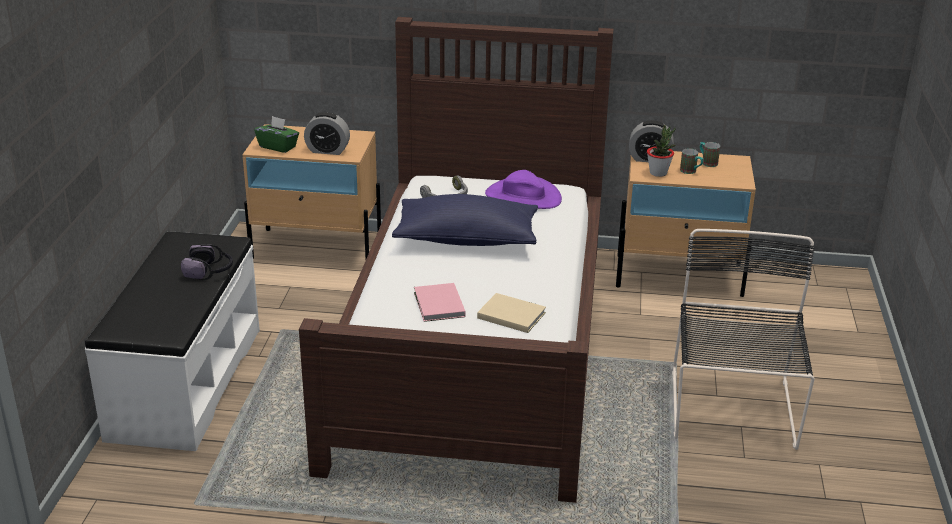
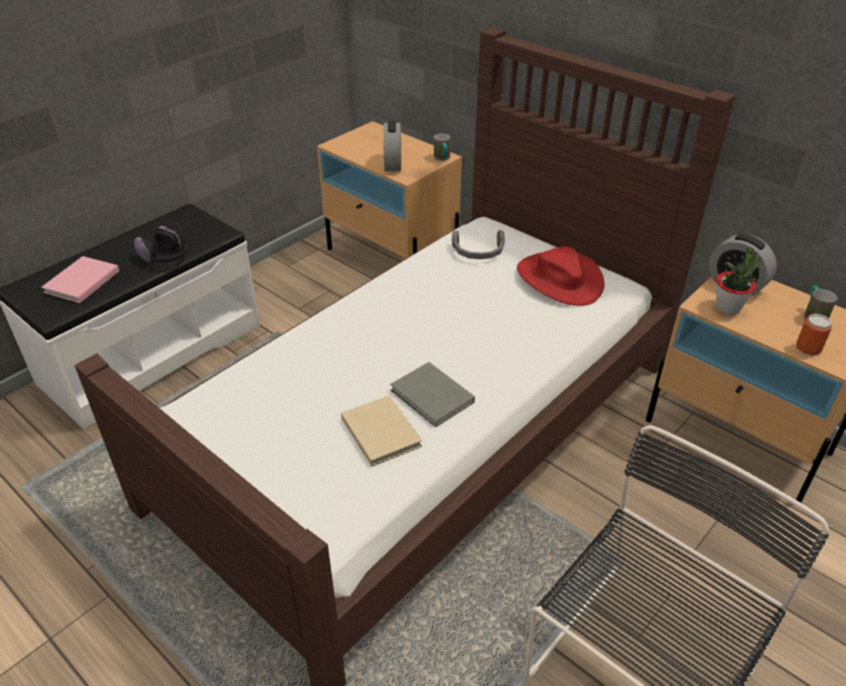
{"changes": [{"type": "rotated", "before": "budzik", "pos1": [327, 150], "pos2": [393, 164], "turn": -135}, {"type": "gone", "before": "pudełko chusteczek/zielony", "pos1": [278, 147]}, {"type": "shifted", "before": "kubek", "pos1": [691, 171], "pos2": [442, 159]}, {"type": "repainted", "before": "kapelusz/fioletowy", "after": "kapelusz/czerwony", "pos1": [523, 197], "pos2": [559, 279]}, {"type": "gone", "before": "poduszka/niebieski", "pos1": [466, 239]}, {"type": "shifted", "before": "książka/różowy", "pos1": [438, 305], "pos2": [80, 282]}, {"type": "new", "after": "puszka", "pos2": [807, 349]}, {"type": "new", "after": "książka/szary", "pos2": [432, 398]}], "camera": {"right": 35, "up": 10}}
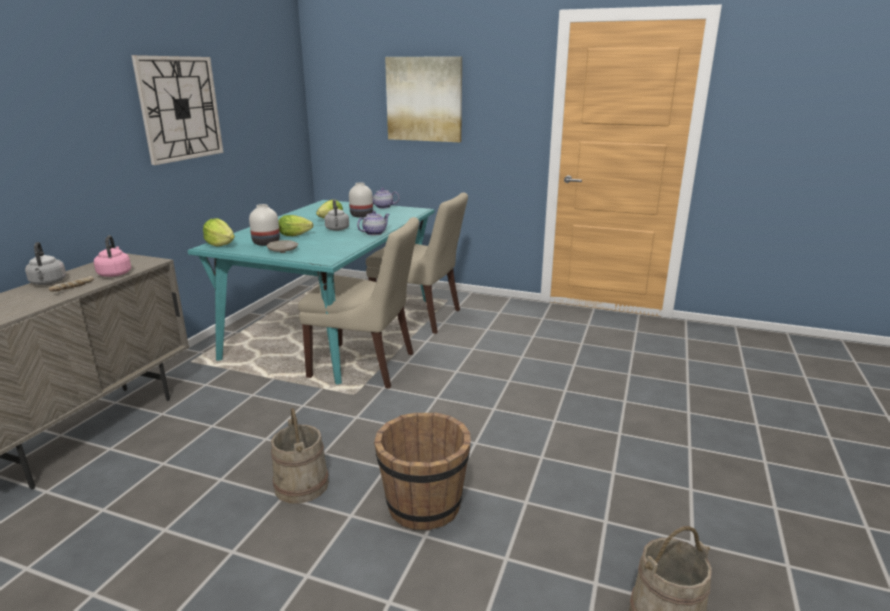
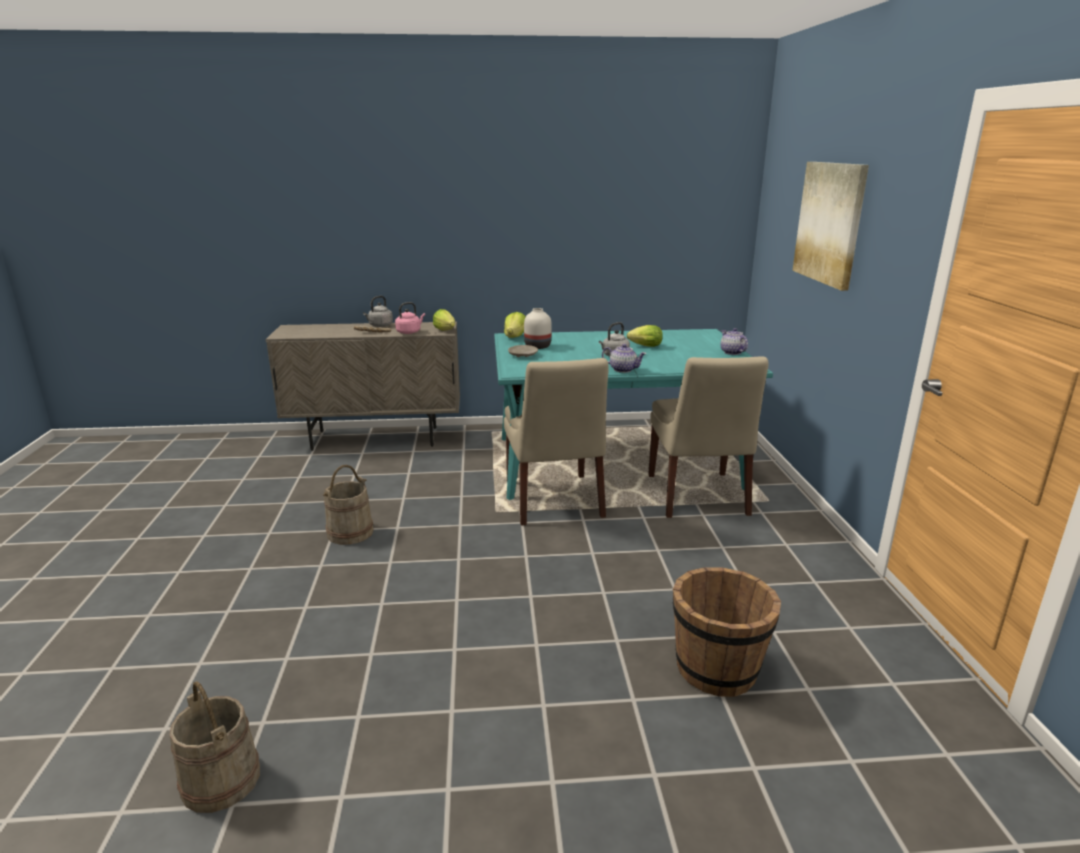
{"changes": [{"type": "gone", "before": "zegar ścienny", "pos1": [180, 108]}, {"type": "gone", "before": "wazon/biały", "pos1": [361, 215]}, {"type": "shifted", "before": "sałata", "pos1": [296, 235], "pos2": [446, 331]}, {"type": "shifted", "before": "wiadro/brązowy", "pos1": [423, 505], "pos2": [717, 669]}], "camera": {"right": 65, "up": 0}}
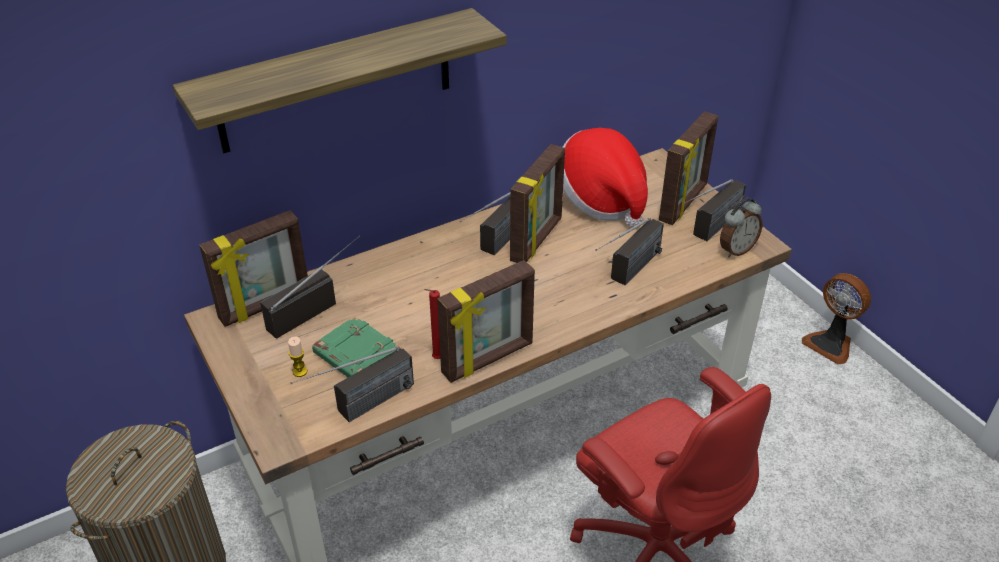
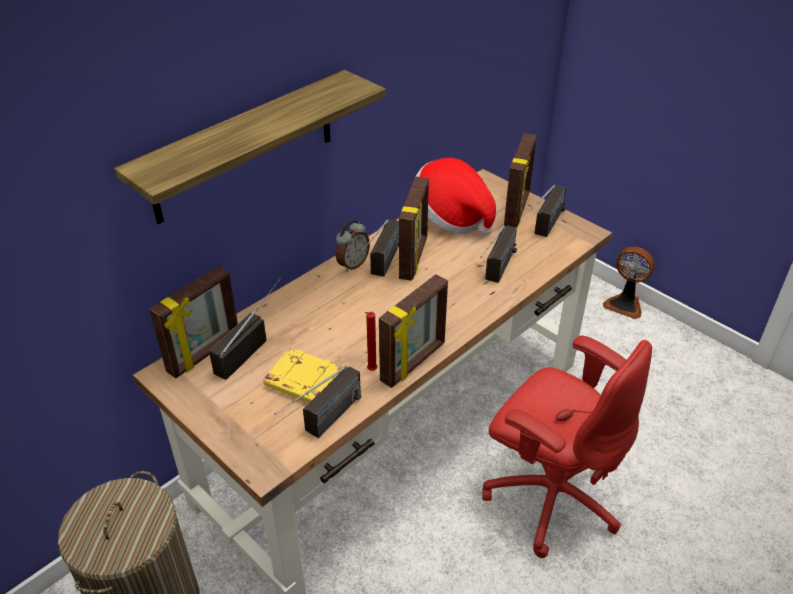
{"changes": [{"type": "shifted", "before": "budzik", "pos1": [736, 250], "pos2": [352, 264]}, {"type": "repainted", "before": "książka/zielony", "after": "książka/żółty", "pos1": [356, 356], "pos2": [302, 381]}, {"type": "gone", "before": "świeca", "pos1": [300, 371]}], "camera": {"right": -15, "up": 0}}
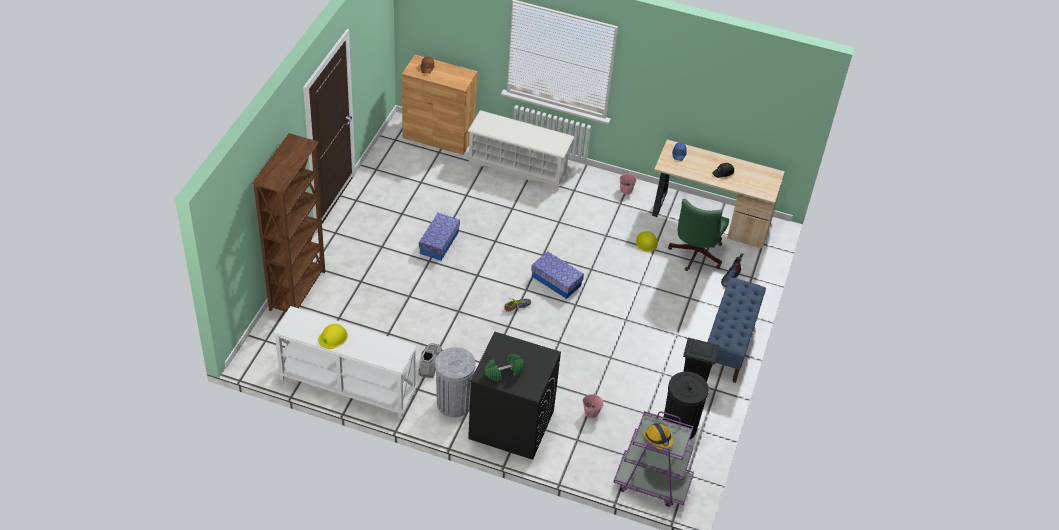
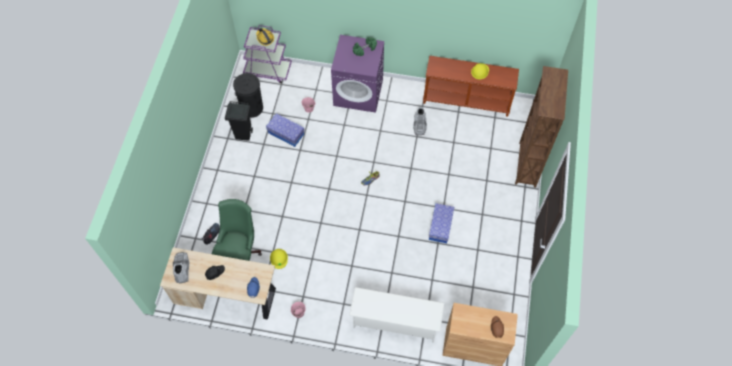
{"changes": [{"type": "shifted", "before": "pojemnik do przechowywania", "pos1": [556, 281], "pos2": [286, 133]}, {"type": "gone", "before": "ławka/niebieski", "pos1": [729, 343]}, {"type": "repainted", "before": "stolik konsolowy/biały", "after": "stolik konsolowy/brązowy", "pos1": [347, 387], "pos2": [467, 100]}, {"type": "repainted", "before": "pralka/czarny", "after": "pralka/fioletowy", "pos1": [510, 424], "pos2": [358, 92]}, {"type": "gone", "before": "kosz na śmieci/szary", "pos1": [454, 403]}, {"type": "new", "after": "but z cholewką/szary", "pos2": [182, 268]}], "camera": {"right": 175, "up": 15}}
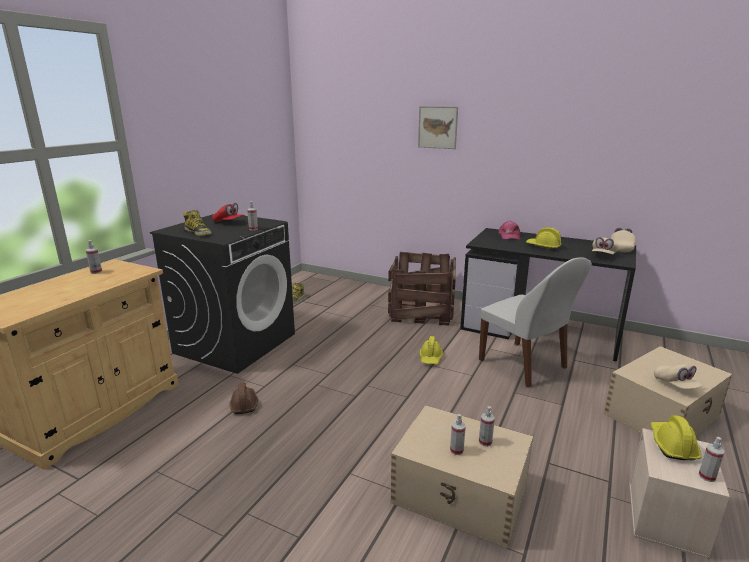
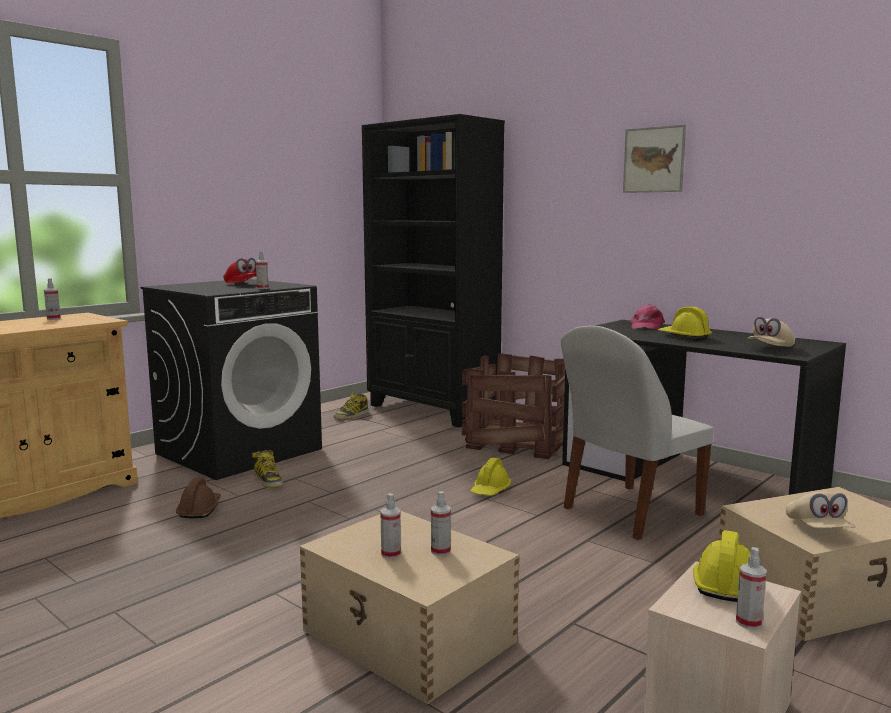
{"changes": [{"type": "shifted", "before": "obraz", "pos1": [437, 127], "pos2": [654, 160]}, {"type": "shifted", "before": "but z cholewką", "pos1": [198, 232], "pos2": [268, 481]}, {"type": "gone", "before": "czapka z daszkiem/beżowy", "pos1": [621, 248]}, {"type": "rotated", "before": "krzesło/biały", "pos1": [524, 365], "pos2": [629, 512], "turn": 75}, {"type": "new", "after": "regał/czarny", "pos2": [432, 410]}], "camera": {"right": 15, "up": -10}}
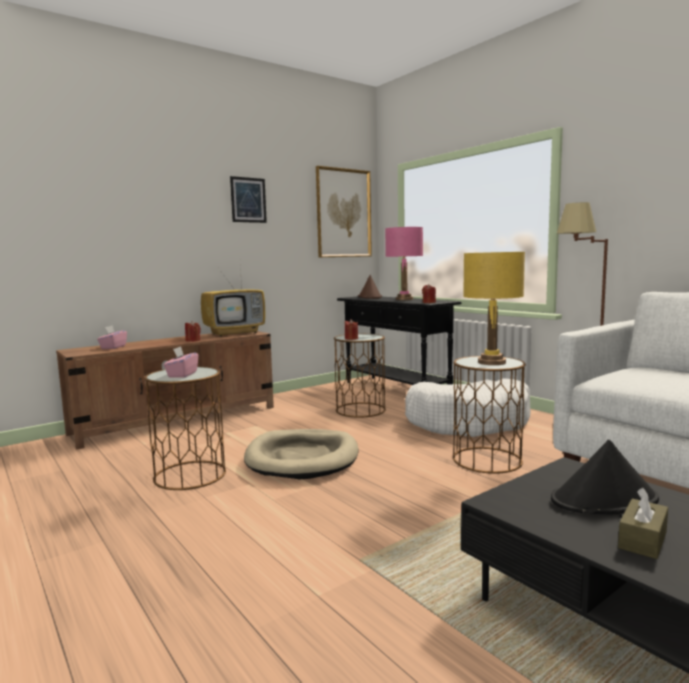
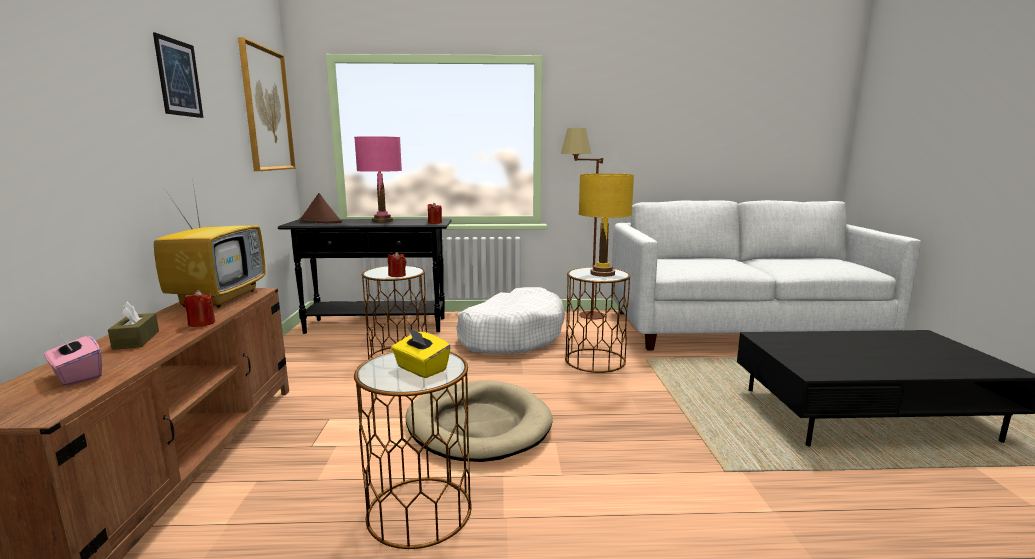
{"changes": [{"type": "repainted", "before": "pudełko chusteczek/różowy", "after": "pudełko chusteczek/żółty", "pos1": [182, 374], "pos2": [421, 369]}, {"type": "gone", "before": "kapelusz/czarny", "pos1": [604, 500]}, {"type": "shifted", "before": "pudełko chusteczek/brązowy", "pos1": [642, 539], "pos2": [136, 340]}], "camera": {"right": -55, "up": 5}}
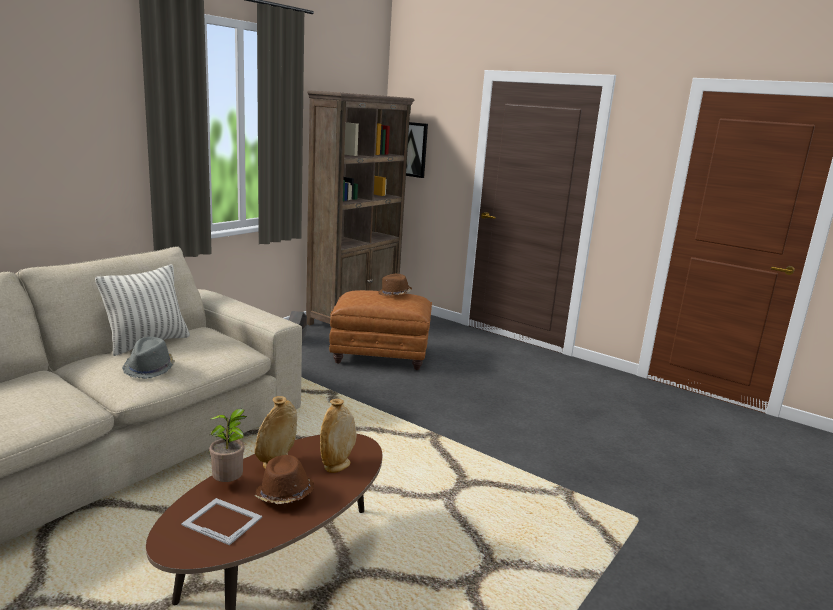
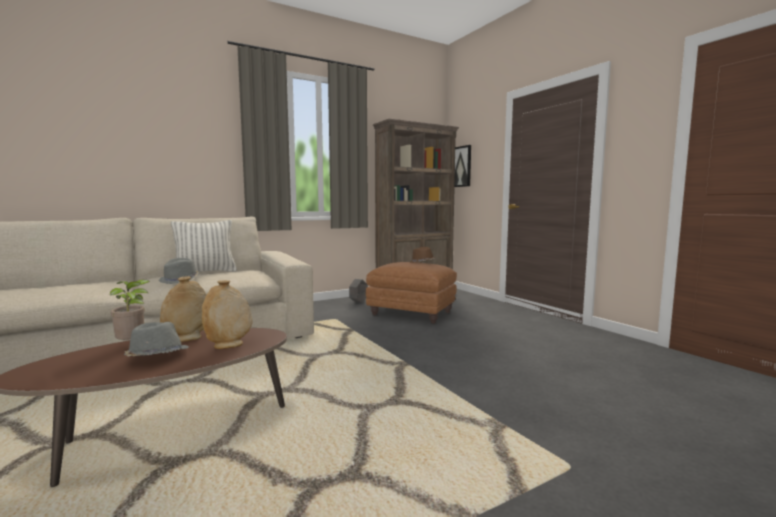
{"changes": [{"type": "repainted", "before": "kapelusz/brązowy", "after": "kapelusz/szary", "pos1": [284, 495], "pos2": [156, 356]}, {"type": "gone", "before": "ramka na zdjęcie", "pos1": [222, 520]}], "camera": {"right": 25, "up": -10}}
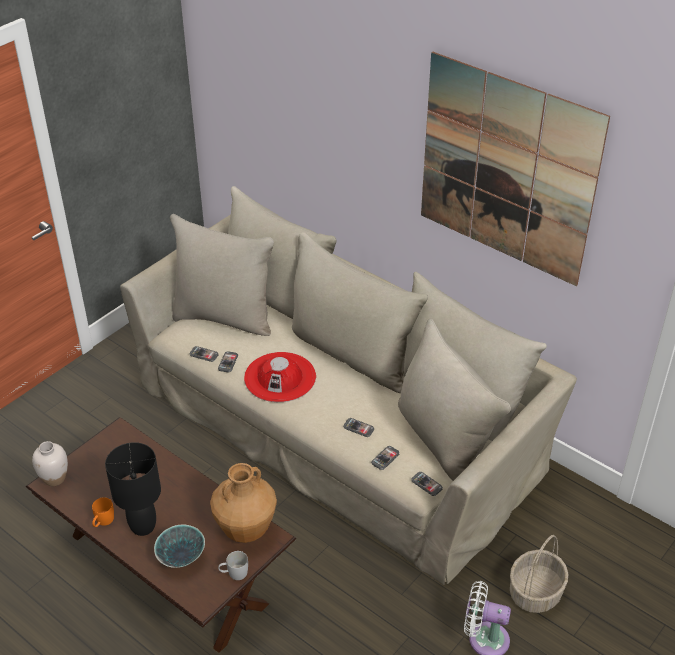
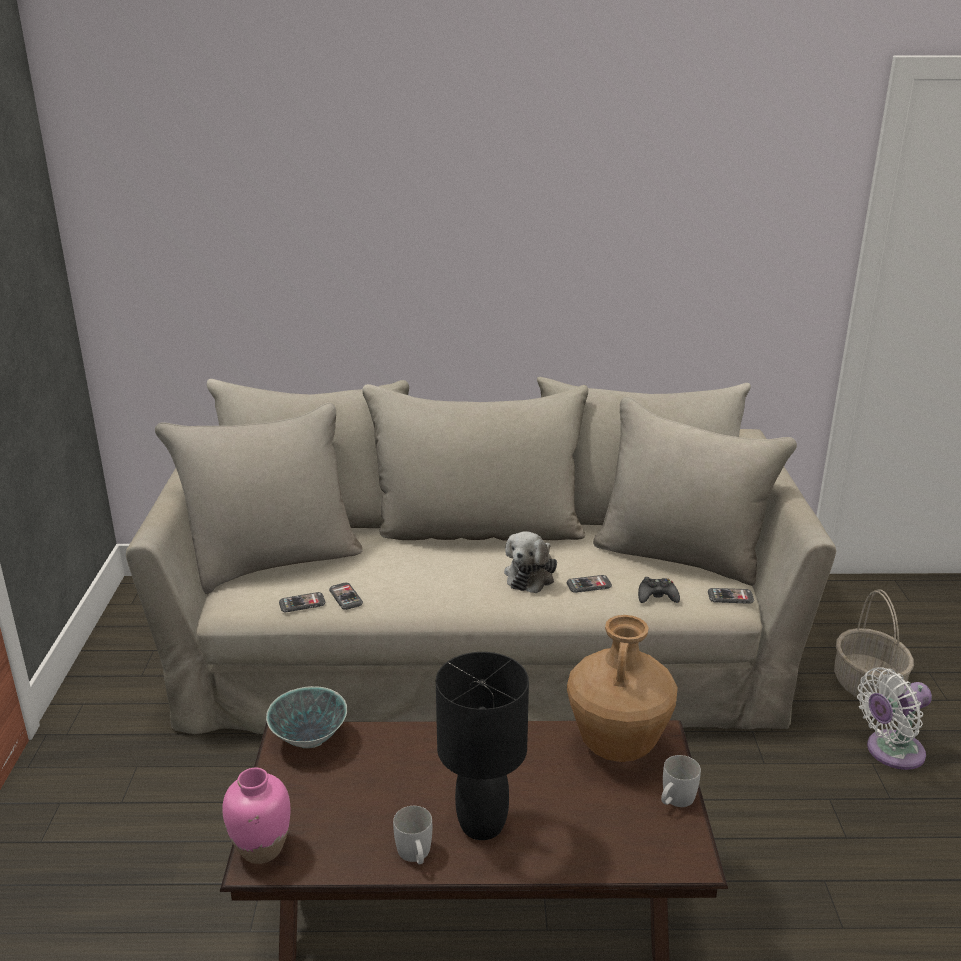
{"changes": [{"type": "gone", "before": "obraz", "pos1": [507, 169]}, {"type": "gone", "before": "kapelusz/czerwony", "pos1": [280, 377]}, {"type": "repainted", "before": "wazon/biały", "after": "wazon/różowy", "pos1": [55, 478], "pos2": [262, 848]}, {"type": "swapped", "before": "telefon", "after": "pad do gier/czarny", "pos1": [385, 458], "pos2": [657, 596]}, {"type": "repainted", "before": "kubek/pomarańczowy", "after": "kubek/biały", "pos1": [103, 522], "pos2": [415, 855]}, {"type": "shifted", "before": "miska", "pos1": [182, 558], "pos2": [309, 739]}, {"type": "new", "after": "pluszak", "pos2": [531, 575]}], "camera": {"right": -40, "up": -15}}
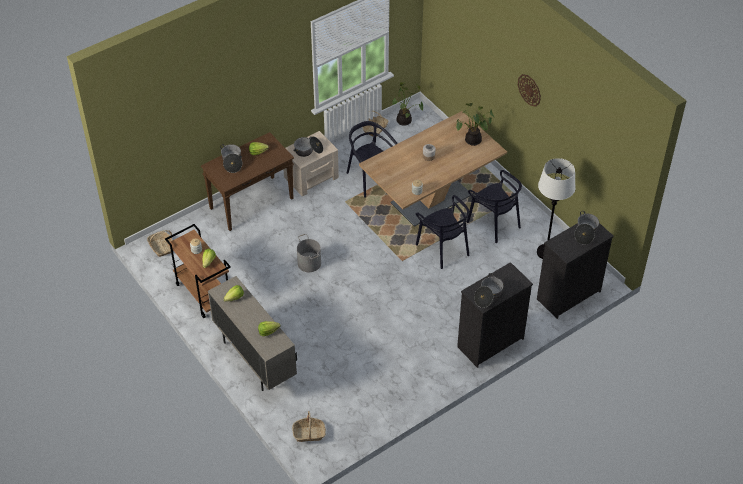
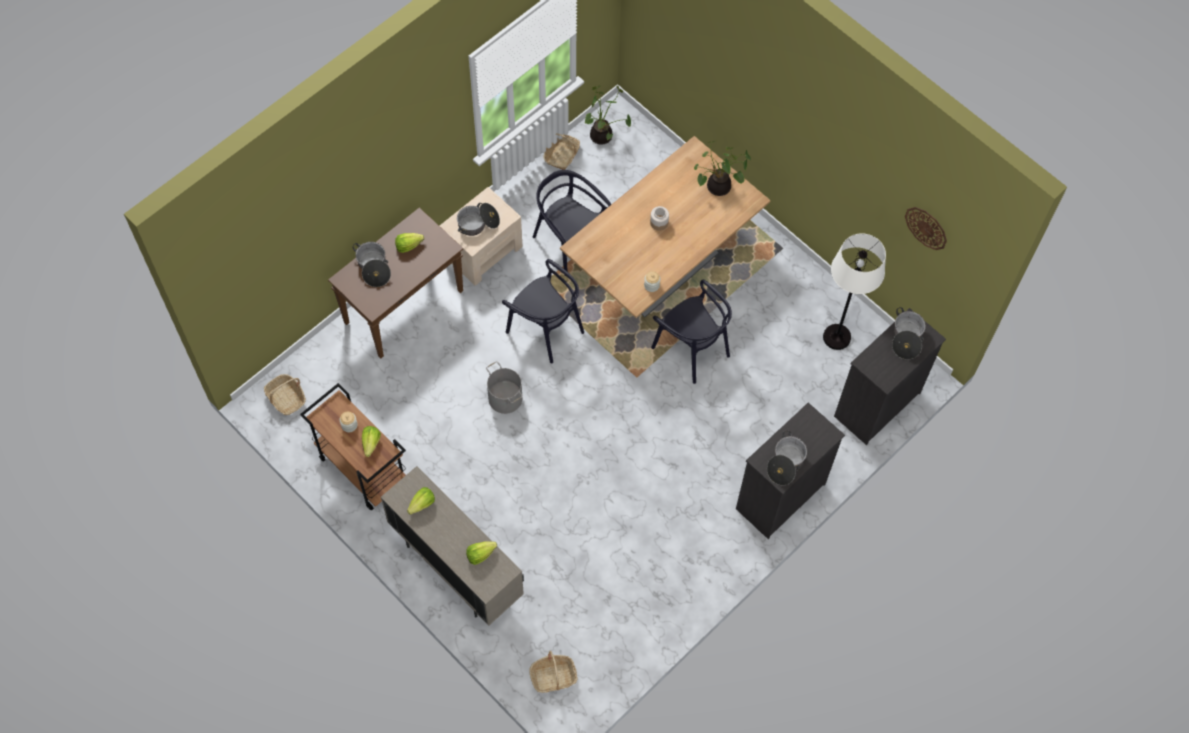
{"changes": [{"type": "shifted", "before": "zegar ścienny", "pos1": [529, 90], "pos2": [926, 227]}, {"type": "shifted", "before": "krzesło/czarny", "pos1": [494, 223], "pos2": [546, 329]}], "camera": {"right": -10, "up": 15}}
